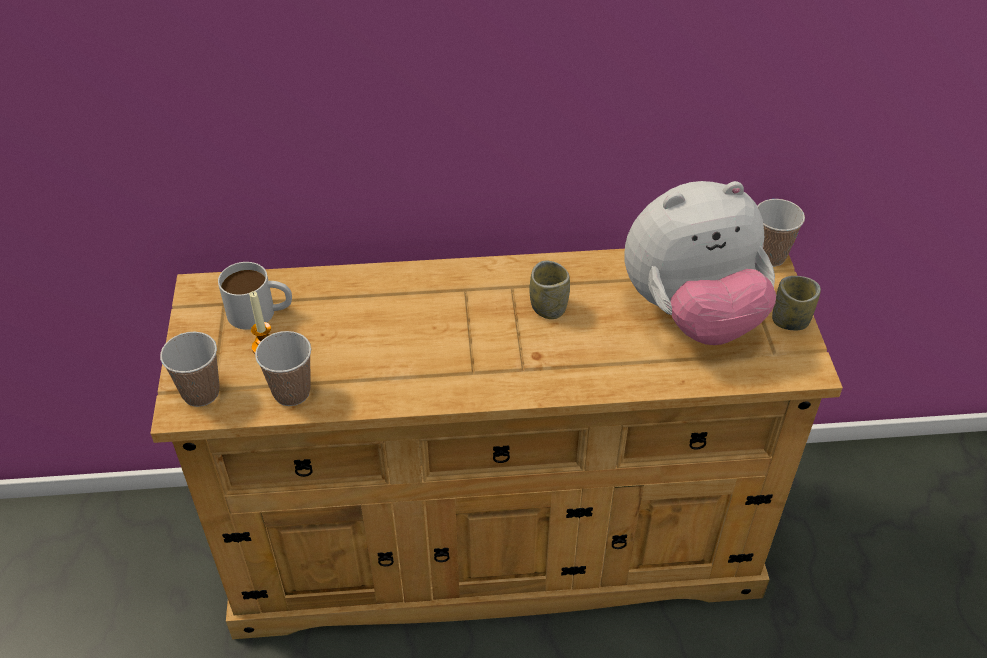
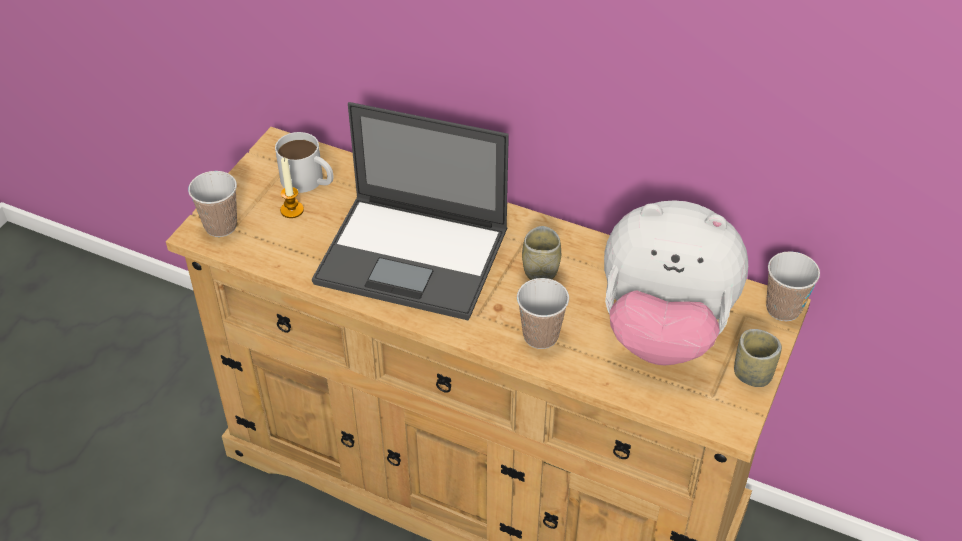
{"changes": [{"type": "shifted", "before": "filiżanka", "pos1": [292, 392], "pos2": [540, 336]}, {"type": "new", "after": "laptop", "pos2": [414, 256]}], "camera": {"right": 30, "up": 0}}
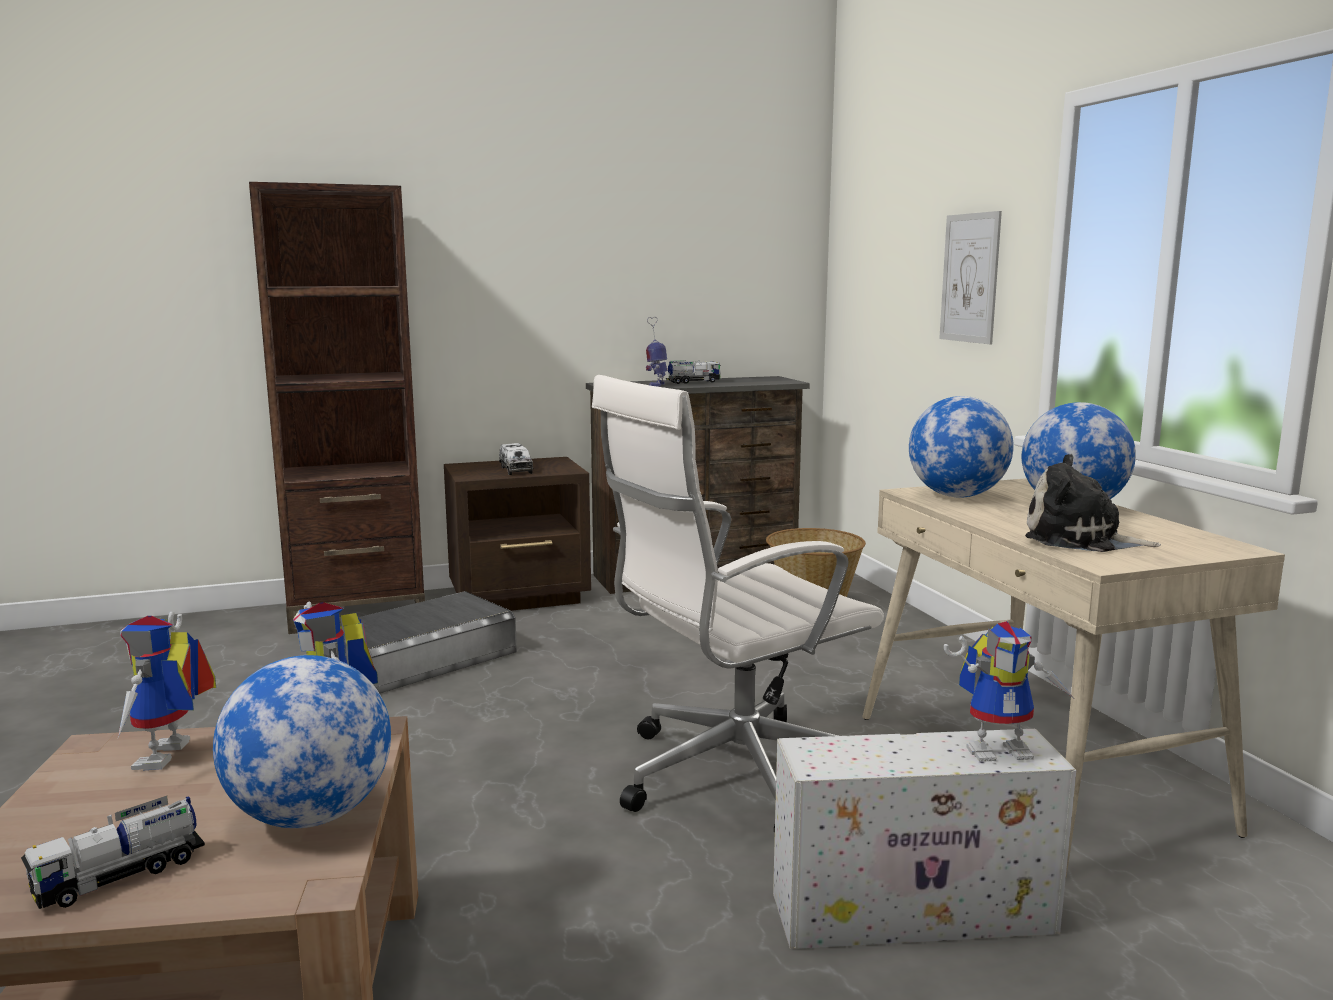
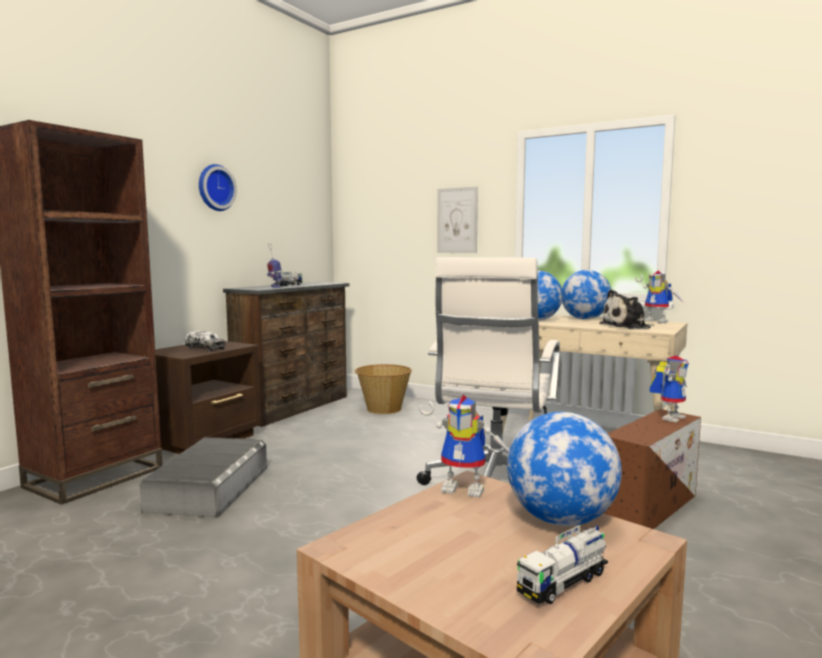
{"changes": [{"type": "shifted", "before": "robot zabawkowy", "pos1": [170, 758], "pos2": [658, 321]}, {"type": "repainted", "before": "pojemnik do przechowywania/biały", "after": "pojemnik do przechowywania/brązowy", "pos1": [916, 913], "pos2": [650, 507]}, {"type": "rotated", "before": "ciężarówka zabawkowa", "pos1": [120, 876], "pos2": [563, 583], "turn": 45}, {"type": "new", "after": "zegar ścienny", "pos2": [215, 188]}], "camera": {"right": -40, "up": -5}}
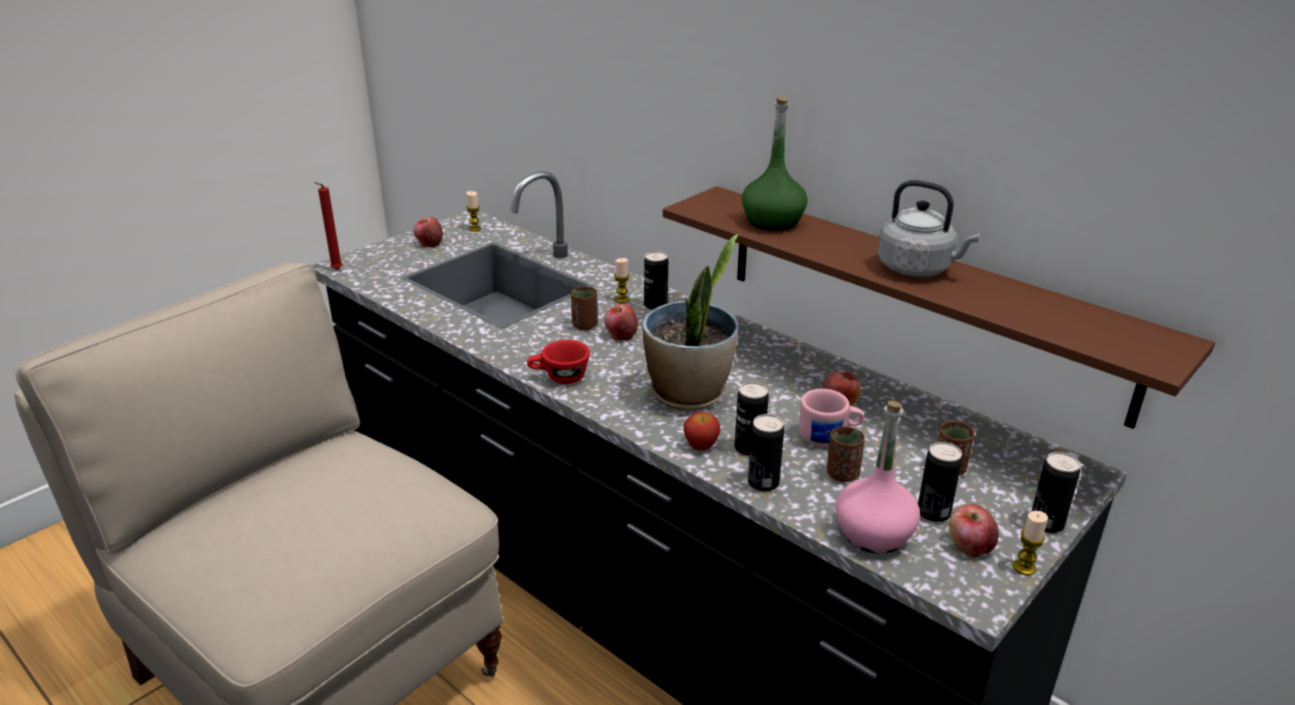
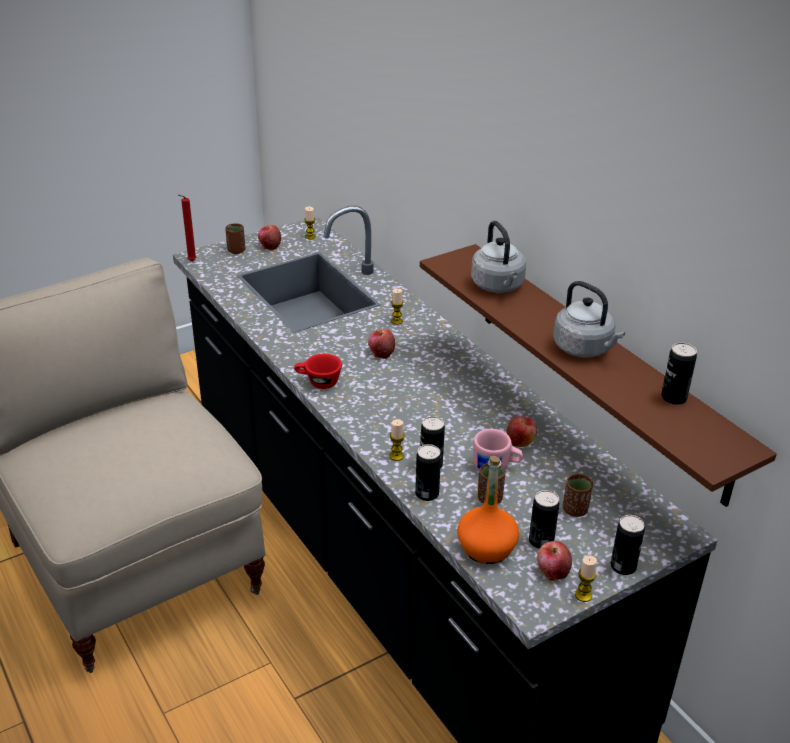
{"changes": [{"type": "swapped", "before": "butelka/zielony", "after": "czajnik/szary", "pos1": [773, 221], "pos2": [498, 286]}, {"type": "gone", "before": "roślina doniczkowa", "pos1": [688, 394]}, {"type": "shifted", "before": "puszka", "pos1": [655, 305], "pos2": [673, 398]}, {"type": "shifted", "before": "filiżanka/brązowy", "pos1": [585, 325], "pos2": [236, 250]}, {"type": "repainted", "before": "butelka/różowy", "after": "butelka/pomarańczowy", "pos1": [873, 533], "pos2": [486, 548]}, {"type": "swapped", "before": "jabłko", "after": "świeca", "pos1": [701, 445], "pos2": [396, 456]}], "camera": {"right": 15, "up": 5}}
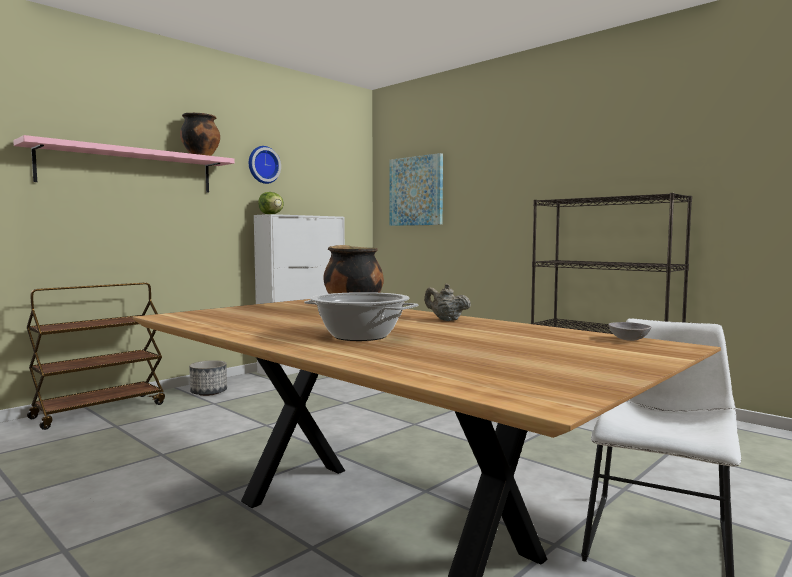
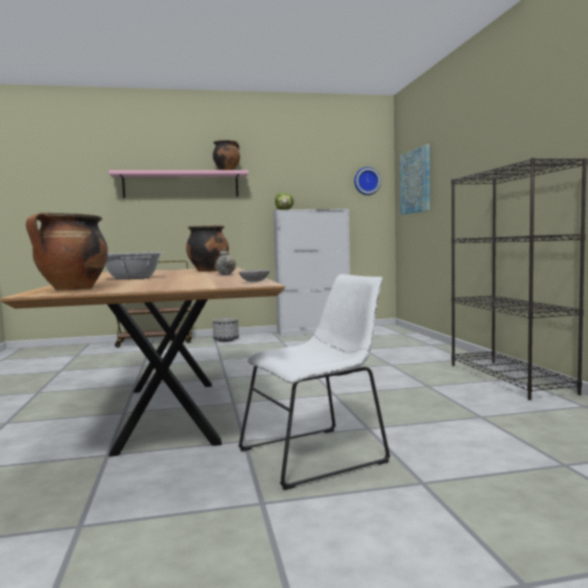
{"changes": [{"type": "shifted", "before": "zegar ścienny", "pos1": [263, 165], "pos2": [366, 181]}, {"type": "new", "after": "garnek", "pos2": [72, 290]}], "camera": {"right": 35, "up": 0}}
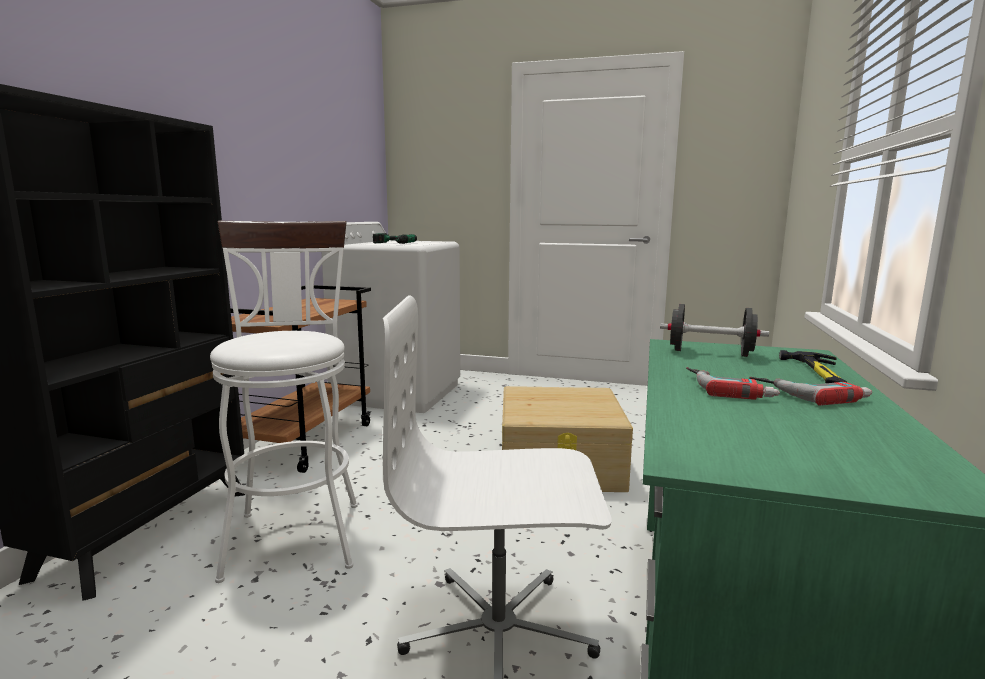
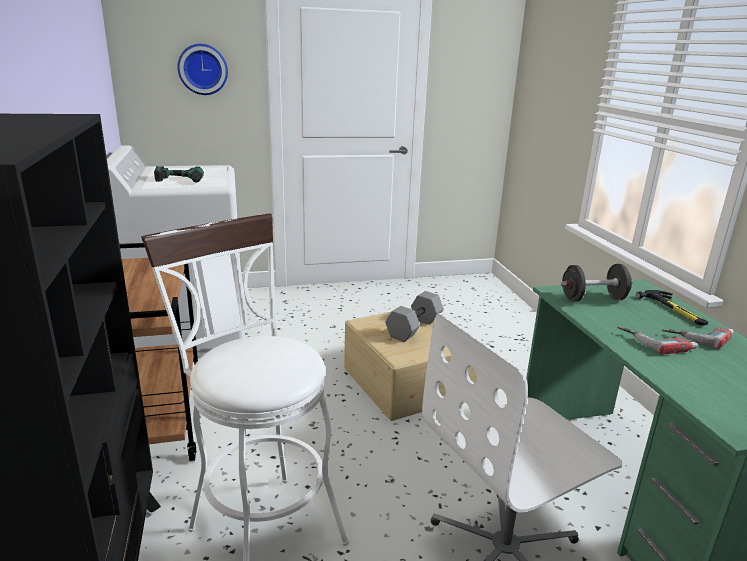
{"changes": [{"type": "new", "after": "zegar ścienny", "pos2": [203, 69]}, {"type": "new", "after": "hantel/szary", "pos2": [414, 328]}], "camera": {"right": -30, "up": 10}}
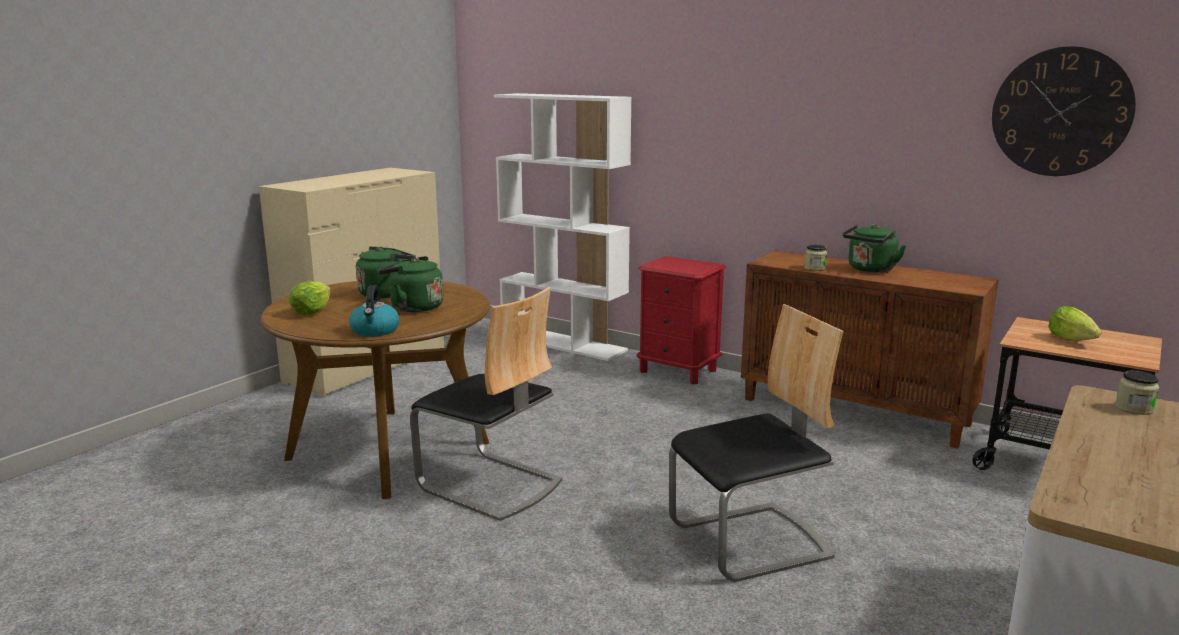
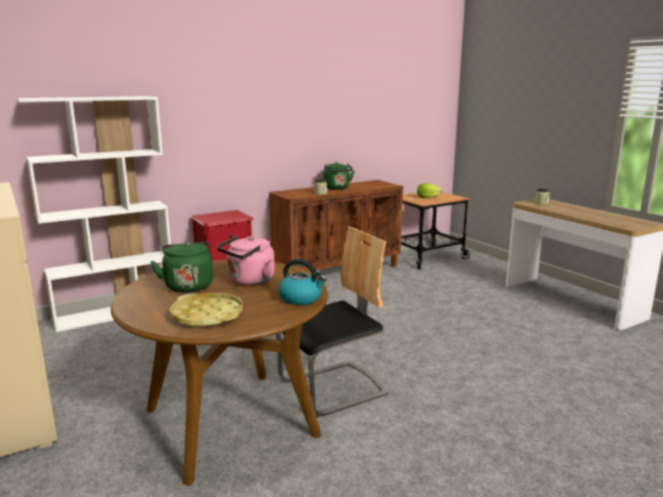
{"changes": [{"type": "gone", "before": "zegar ścienny", "pos1": [1061, 112]}, {"type": "repainted", "before": "czajnik/zielony", "after": "czajnik/różowy", "pos1": [413, 307], "pos2": [249, 281]}, {"type": "swapped", "before": "sałata", "after": "taca/żółty", "pos1": [311, 312], "pos2": [207, 316]}, {"type": "gone", "before": "krzesło", "pos1": [750, 542]}], "camera": {"right": -65, "up": 0}}
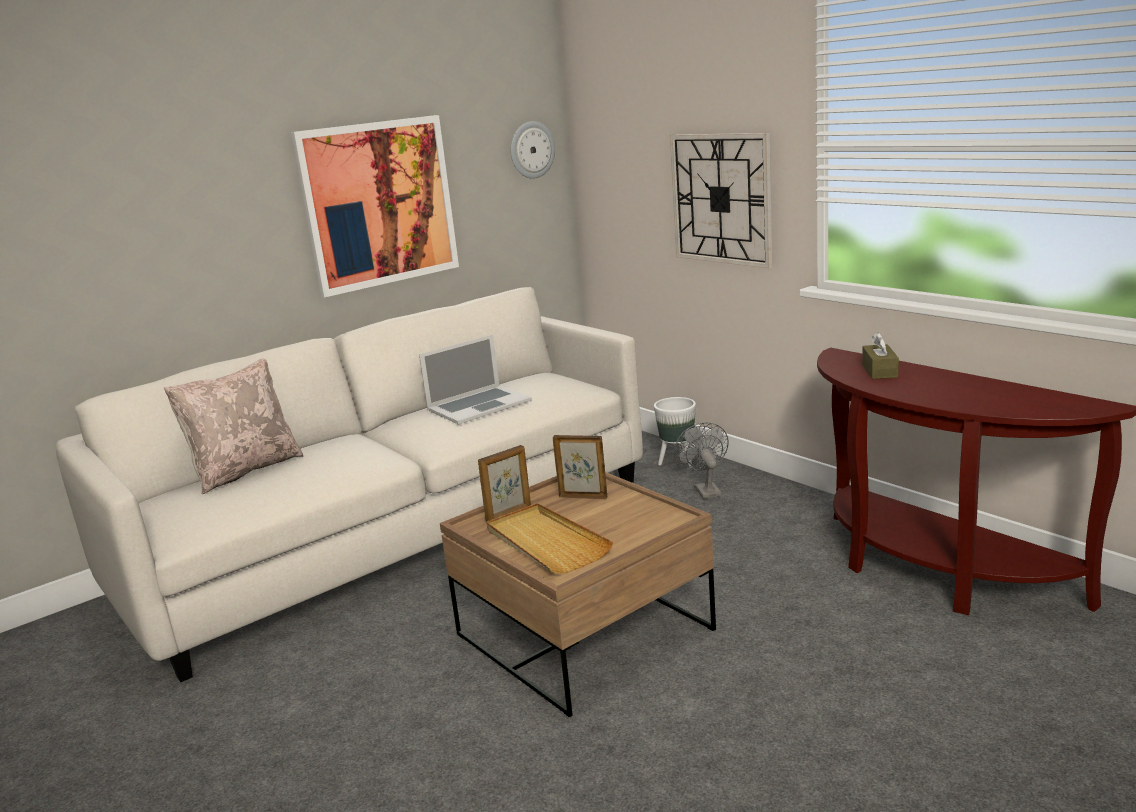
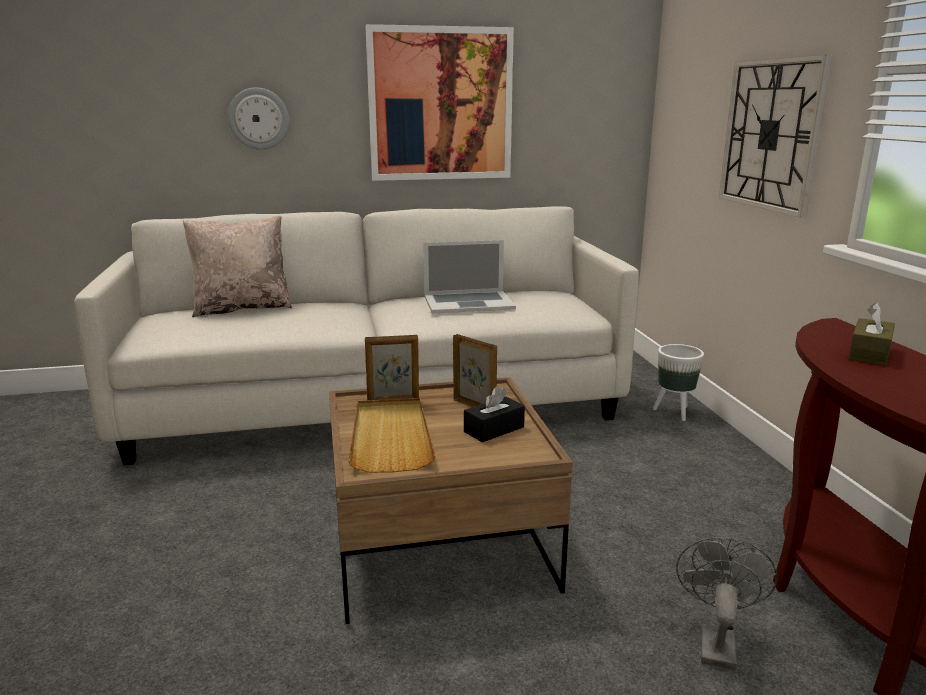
{"changes": [{"type": "shifted", "before": "zegar ścienny", "pos1": [531, 150], "pos2": [259, 118]}, {"type": "shifted", "before": "wentylator/szary", "pos1": [705, 489], "pos2": [716, 641]}, {"type": "new", "after": "pudełko chusteczek/czarny", "pos2": [494, 429]}], "camera": {"right": 25, "up": 0}}
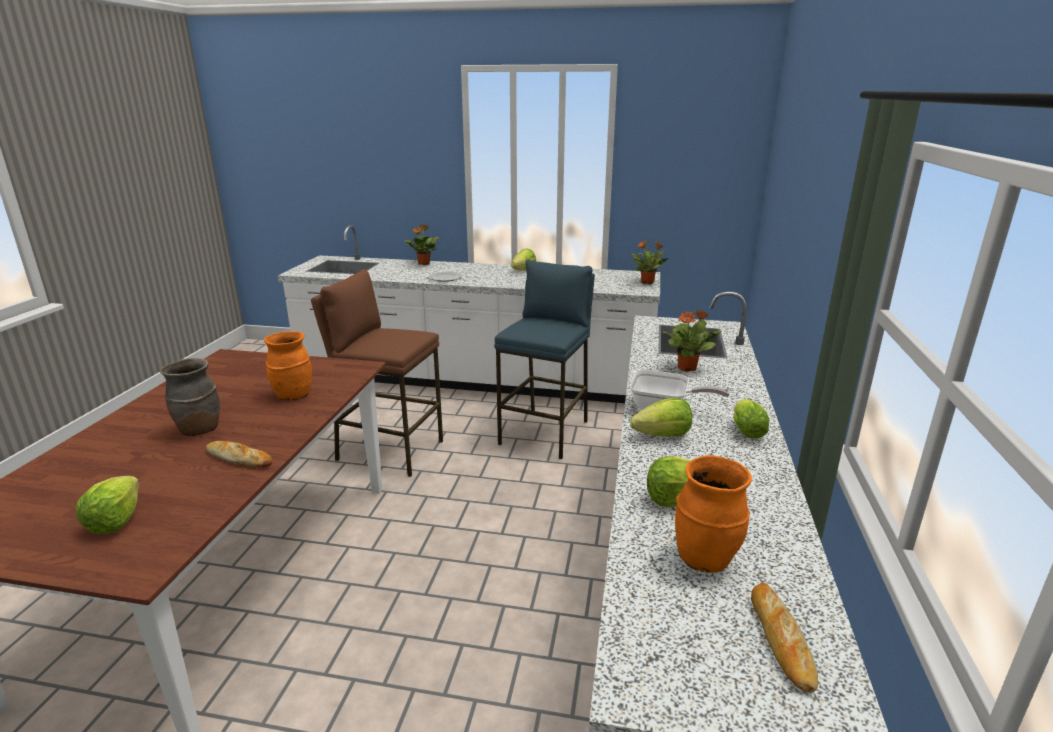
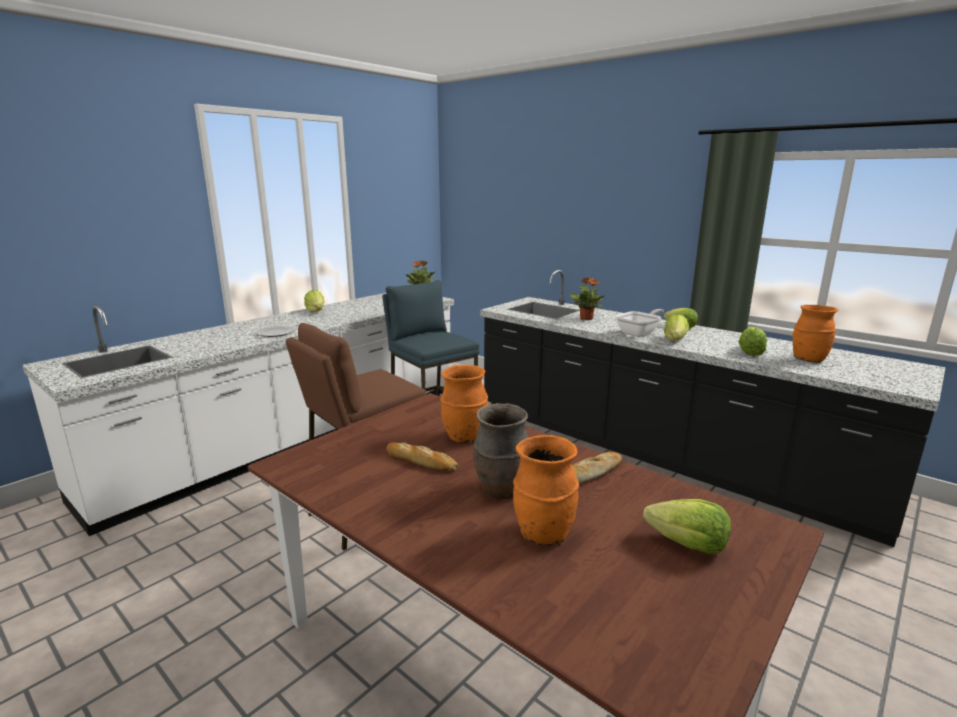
{"changes": [{"type": "gone", "before": "roślina doniczkowa", "pos1": [423, 263]}, {"type": "shifted", "before": "chleb", "pos1": [780, 640], "pos2": [421, 461]}, {"type": "new", "after": "wazon/pomarańczowy", "pos2": [542, 534]}], "camera": {"right": -60, "up": -5}}
